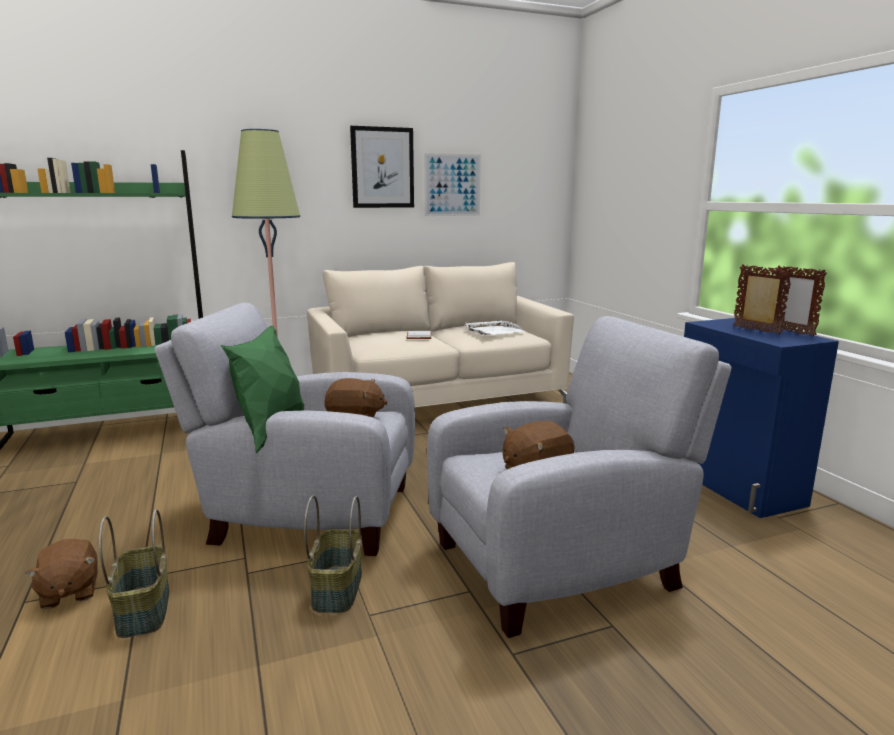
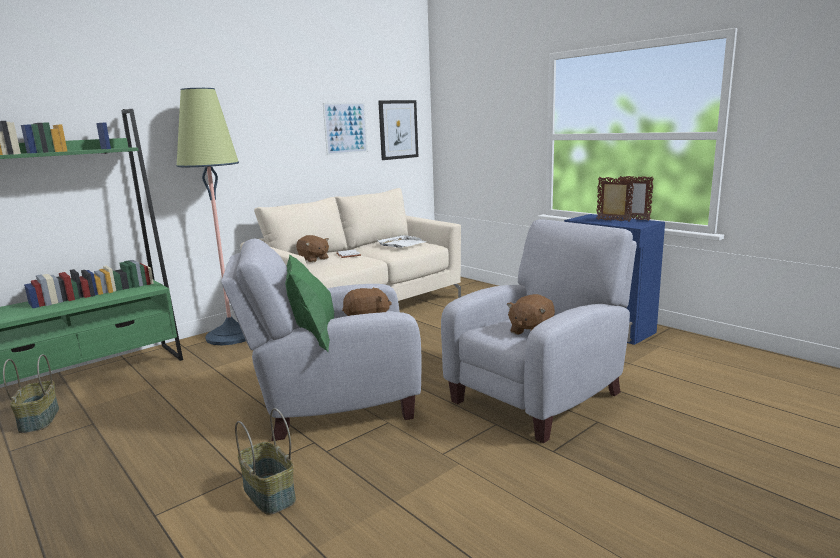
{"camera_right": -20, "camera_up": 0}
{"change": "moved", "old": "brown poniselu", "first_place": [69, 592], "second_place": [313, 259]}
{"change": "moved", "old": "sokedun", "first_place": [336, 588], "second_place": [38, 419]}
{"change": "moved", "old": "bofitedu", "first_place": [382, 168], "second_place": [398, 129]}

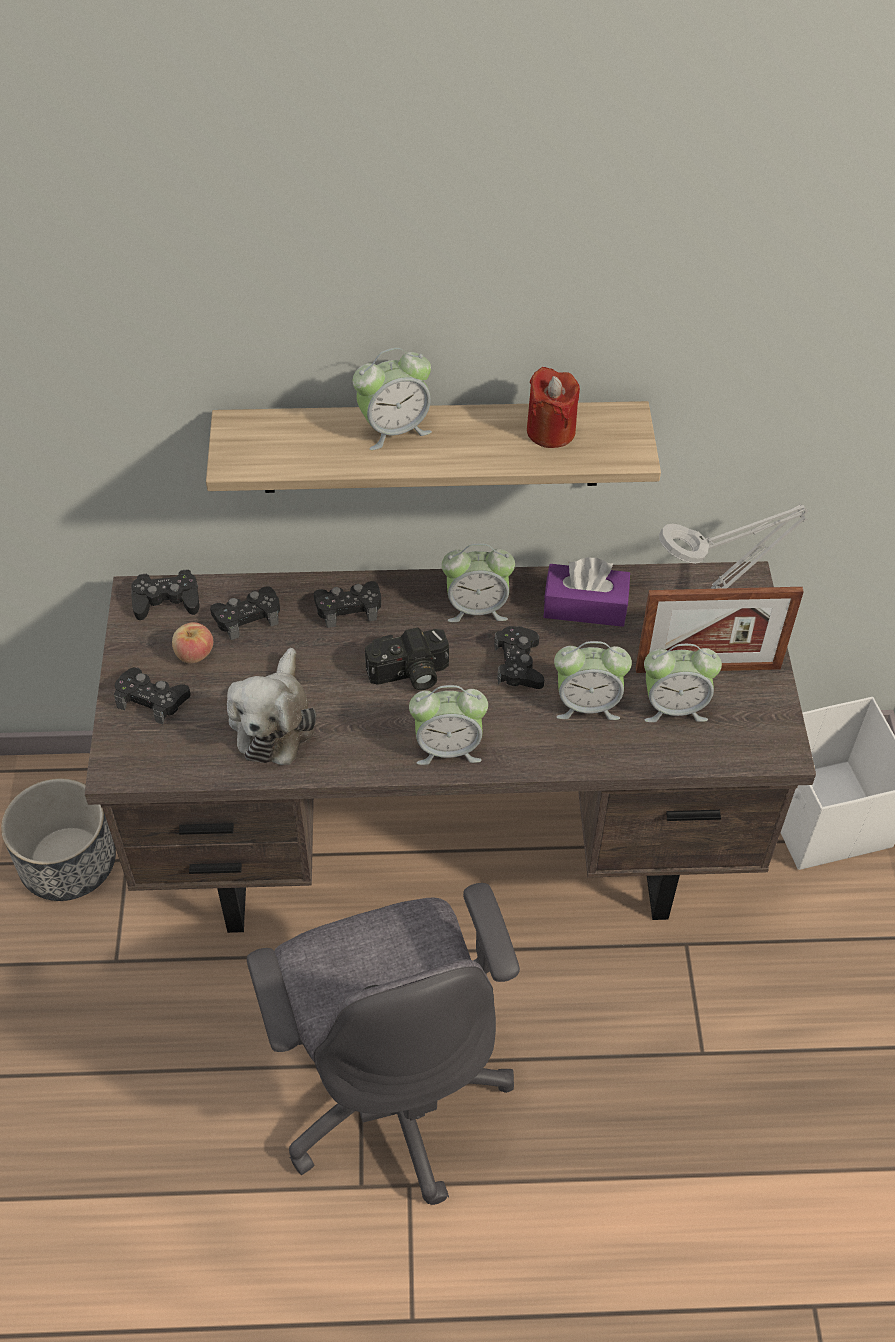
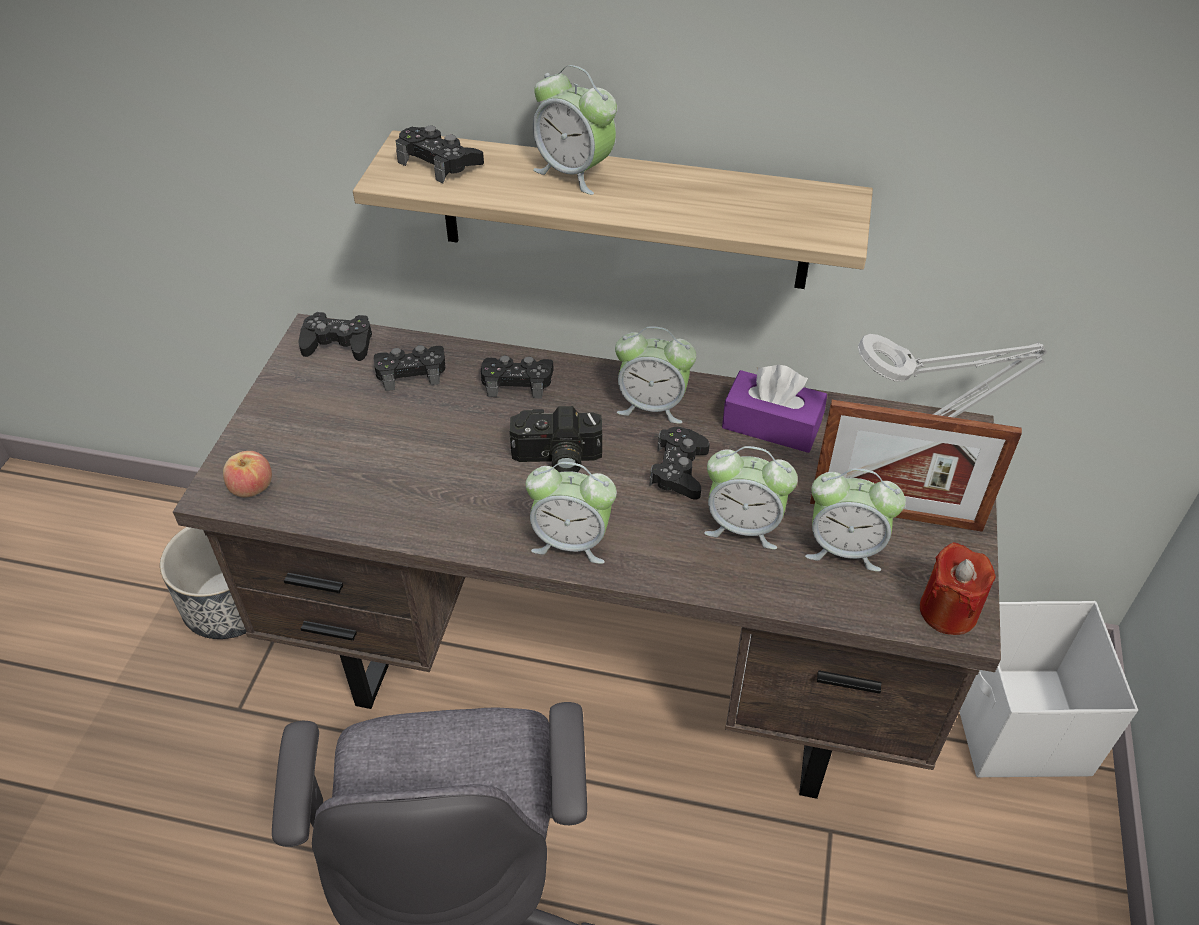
{"camera_right": 15, "camera_up": -5}
{"change": "moved", "old": "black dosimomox", "first_place": [152, 699], "second_place": [439, 162]}
{"change": "moved", "old": "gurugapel", "first_place": [194, 654], "second_place": [252, 488]}
{"change": "removed", "old": "poniselu", "first_place": [274, 722]}
{"change": "turned", "old": "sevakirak", "first_place": [394, 429], "second_place": [574, 173], "degrees": 45}
{"change": "moved", "old": "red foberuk", "first_place": [551, 431], "second_place": [948, 611]}

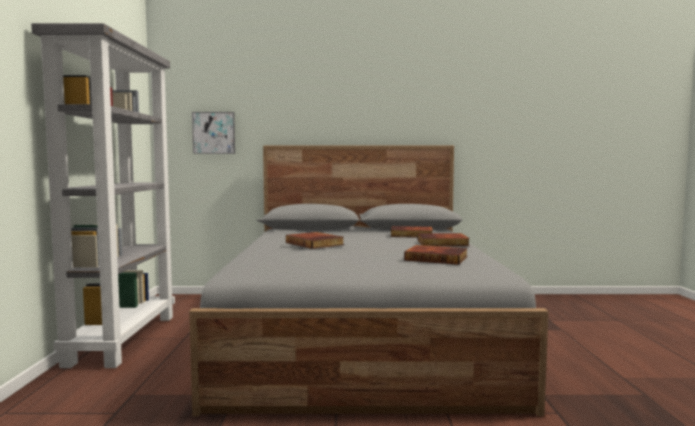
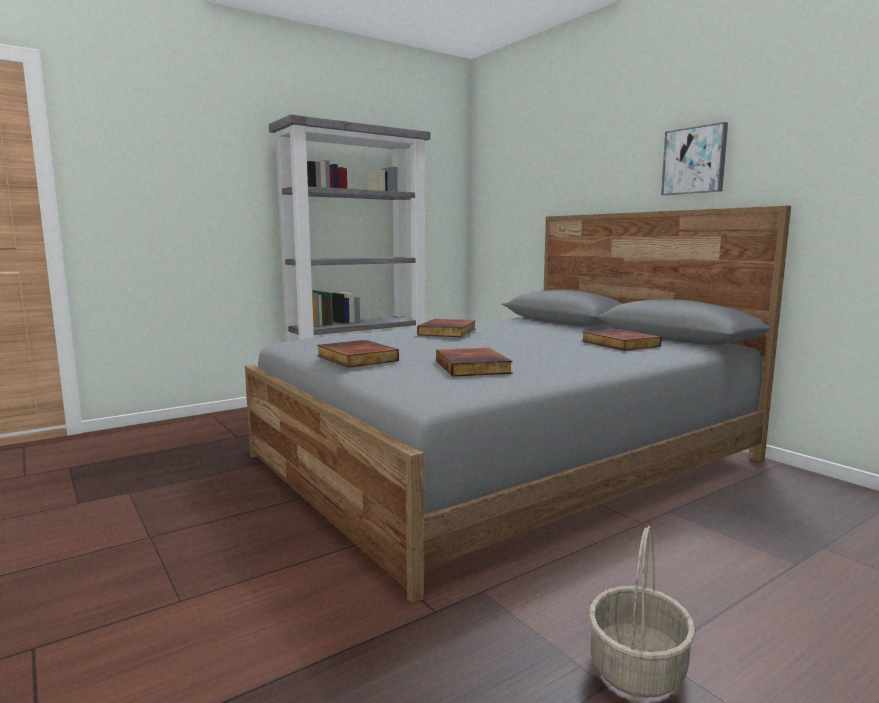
{"camera_right": 55, "camera_up": 5}
{"change": "moved", "old": "bofitedu", "first_place": [214, 133], "second_place": [694, 160]}
{"change": "moved", "old": "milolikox", "first_place": [442, 243], "second_place": [355, 358]}
{"change": "added", "new": "sokedun", "second_place": [638, 669]}

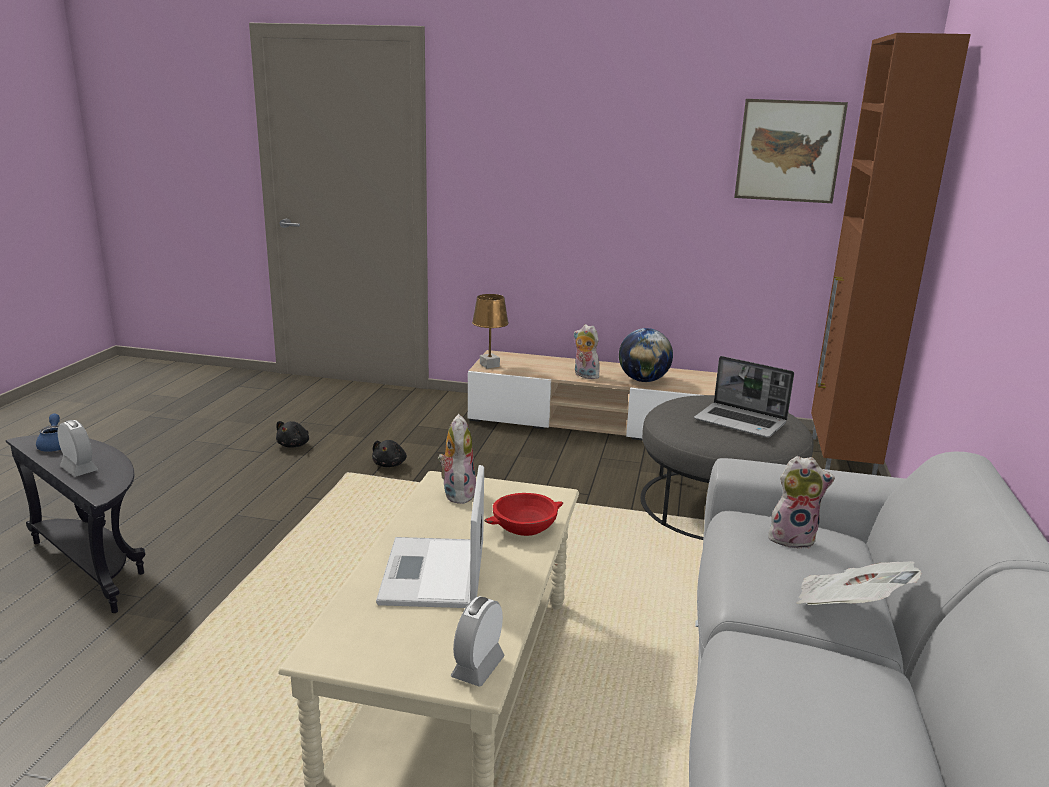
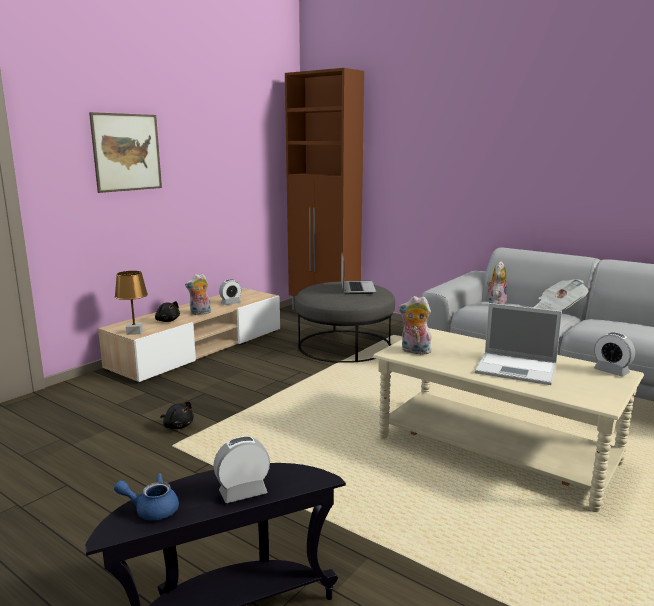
{"camera_right": -65, "camera_up": -5}
{"change": "moved", "old": "black poniselu", "first_place": [294, 445], "second_place": [167, 321]}
{"change": "removed", "old": "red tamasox", "first_place": [524, 527]}
{"change": "replaced", "old": "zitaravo", "new": "sevakirak", "first_place": [643, 380], "second_place": [230, 303]}
{"change": "turned", "old": "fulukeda", "first_place": [741, 422], "second_place": [356, 288], "degrees": -60}
{"change": "moved", "old": "bofitedu", "first_place": [789, 151], "second_place": [127, 152]}

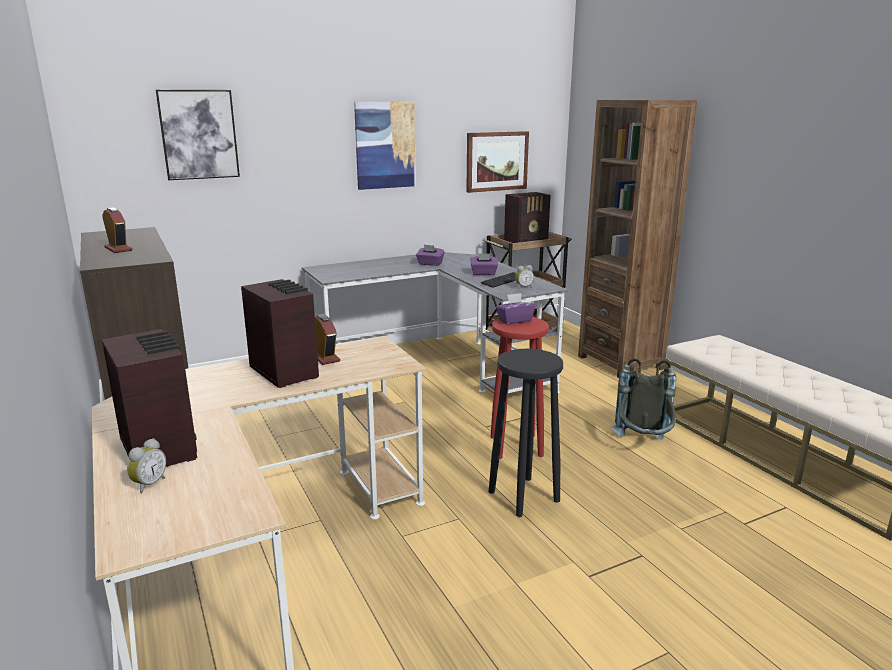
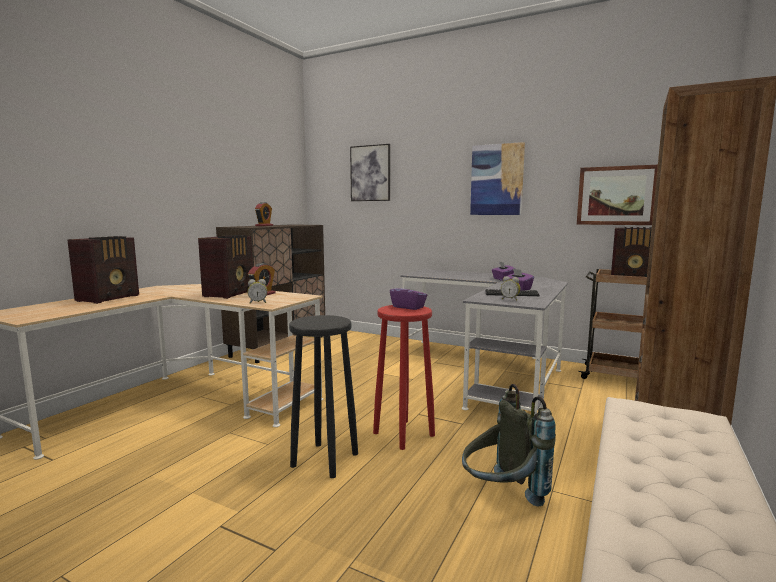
{"camera_right": 55, "camera_up": -10}
{"change": "moved", "old": "sevakirak", "first_place": [148, 484], "second_place": [258, 302]}

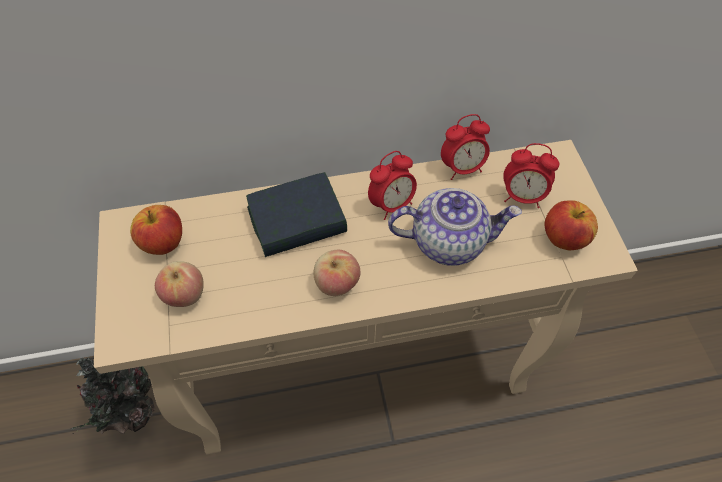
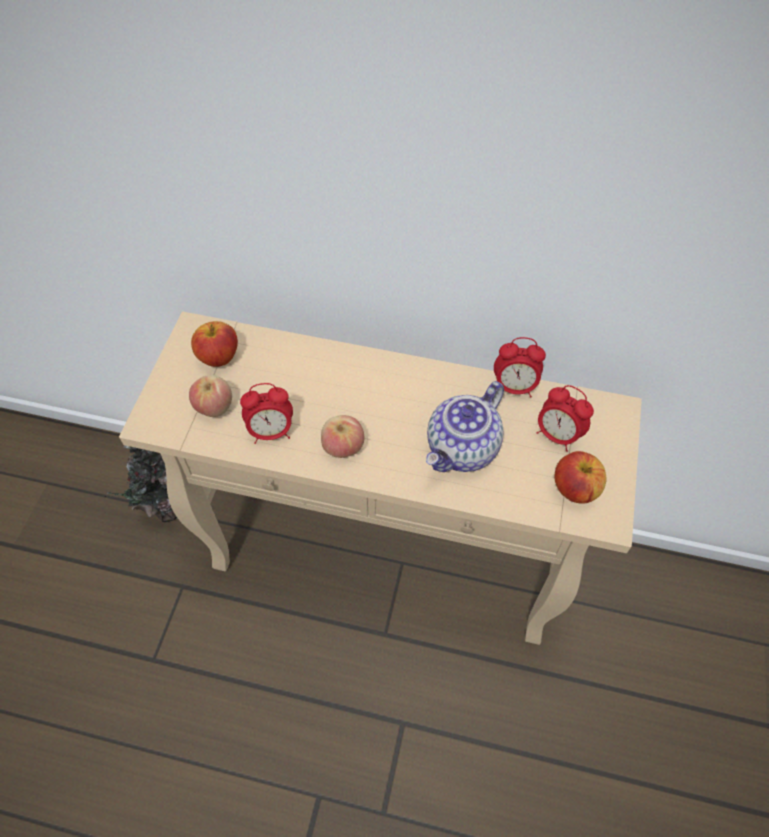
{"camera_right": 25, "camera_up": 0}
{"change": "removed", "old": "milolikox", "first_place": [297, 221]}
{"change": "moved", "old": "sevakirak", "first_place": [391, 205], "second_place": [271, 432]}
{"change": "turned", "old": "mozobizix", "first_place": [449, 241], "second_place": [463, 449], "degrees": 105}

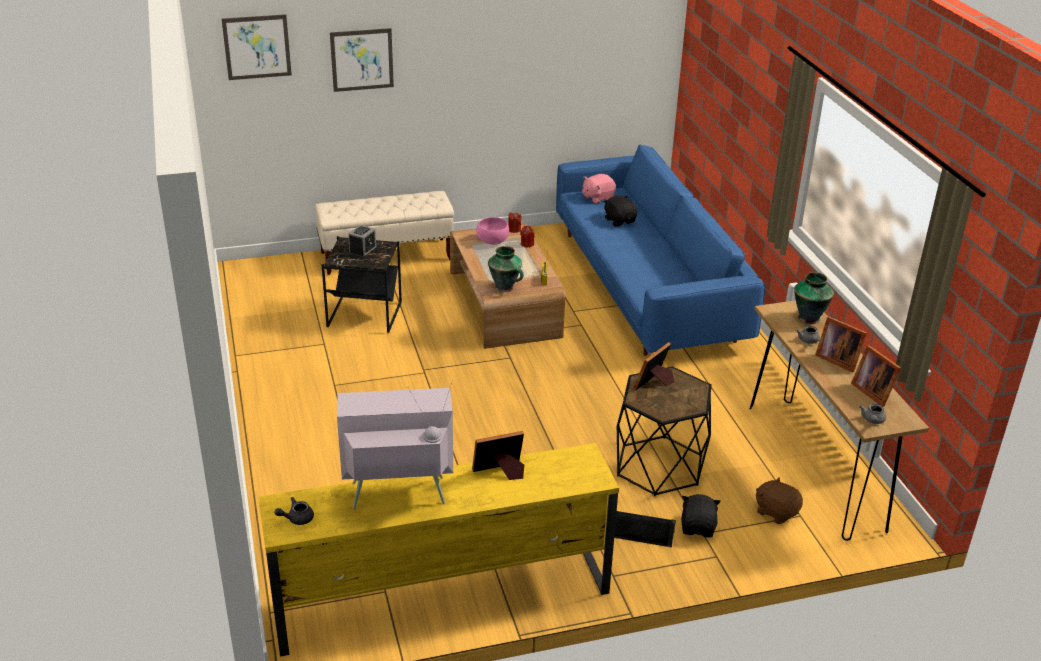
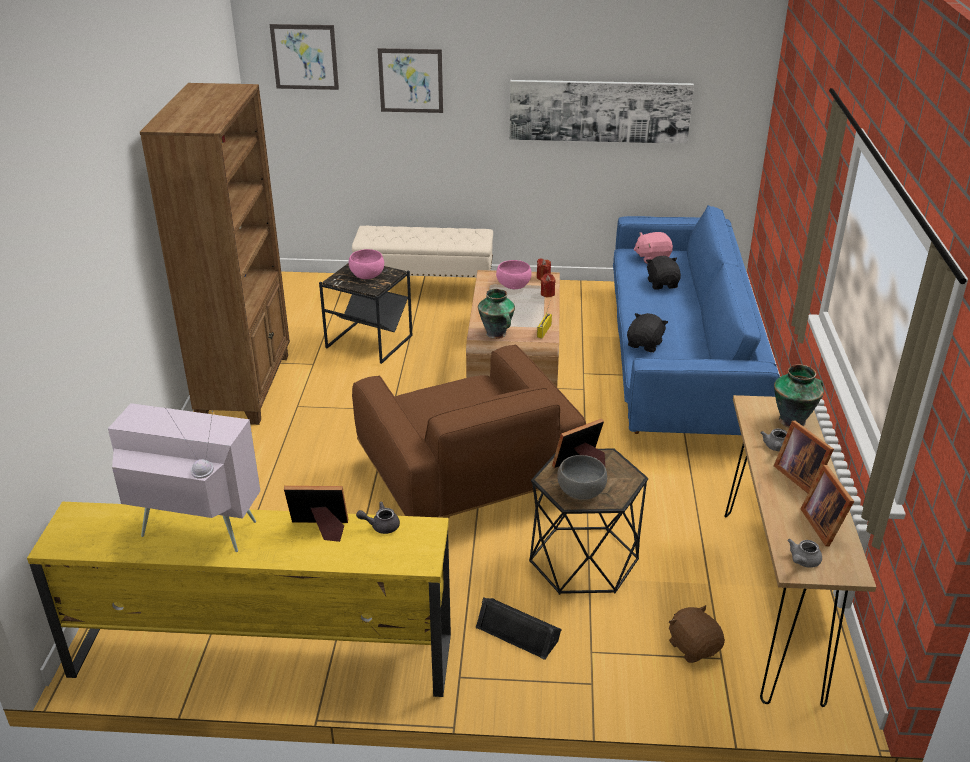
{"camera_right": 20, "camera_up": 0}
{"change": "moved", "old": "grey mozobizix", "first_place": [296, 518], "second_place": [381, 526]}
{"change": "replaced", "old": "sevakirak", "new": "pink tamasox", "first_place": [363, 251], "second_place": [367, 275]}
{"change": "moved", "old": "black poniselu", "first_place": [698, 527], "second_place": [645, 344]}
{"change": "added", "new": "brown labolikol", "second_place": [246, 387]}
{"change": "added", "new": "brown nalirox", "second_place": [467, 480]}
{"change": "added", "new": "bofitedu", "second_place": [599, 111]}
{"change": "added", "new": "grey tamasox", "second_place": [581, 491]}

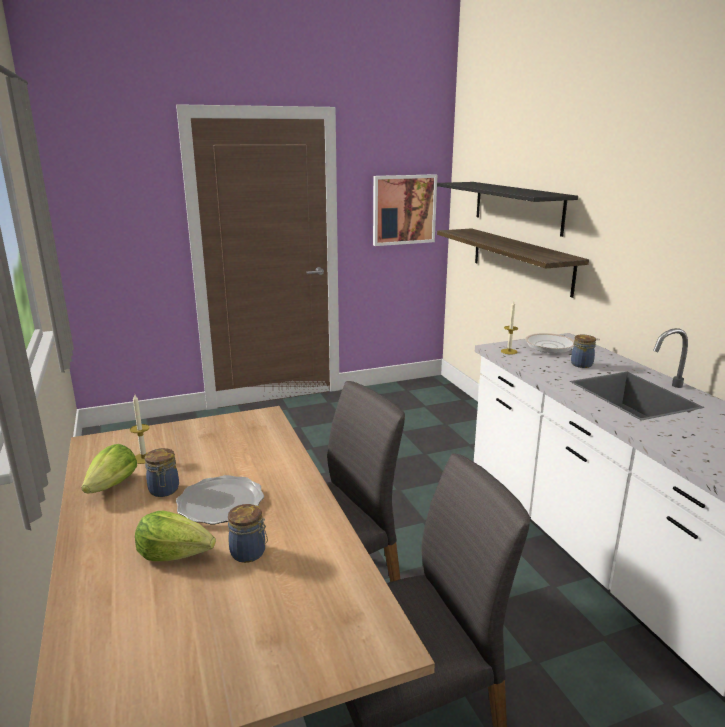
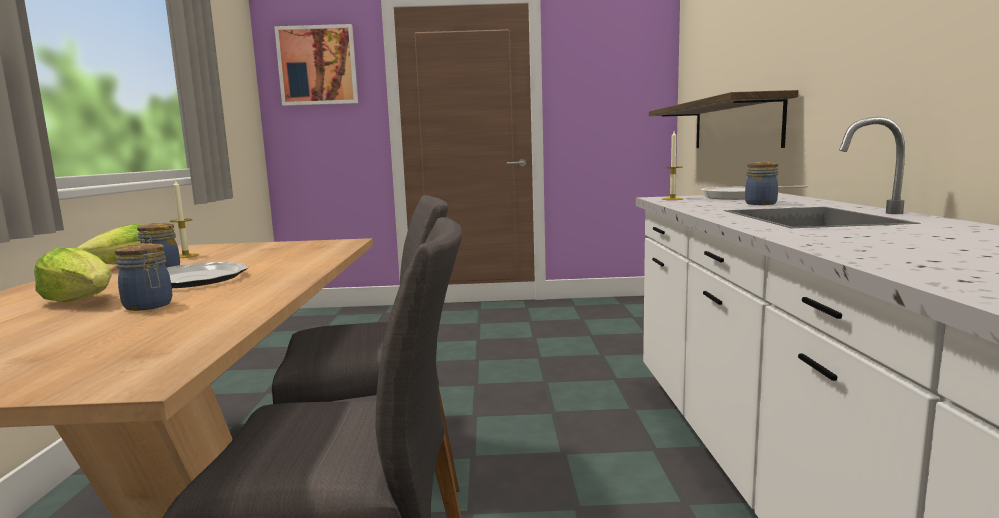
{"camera_right": 20, "camera_up": -10}
{"change": "moved", "old": "bofitedu", "first_place": [404, 209], "second_place": [317, 65]}
{"change": "removed", "old": "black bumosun", "first_place": [517, 207]}

